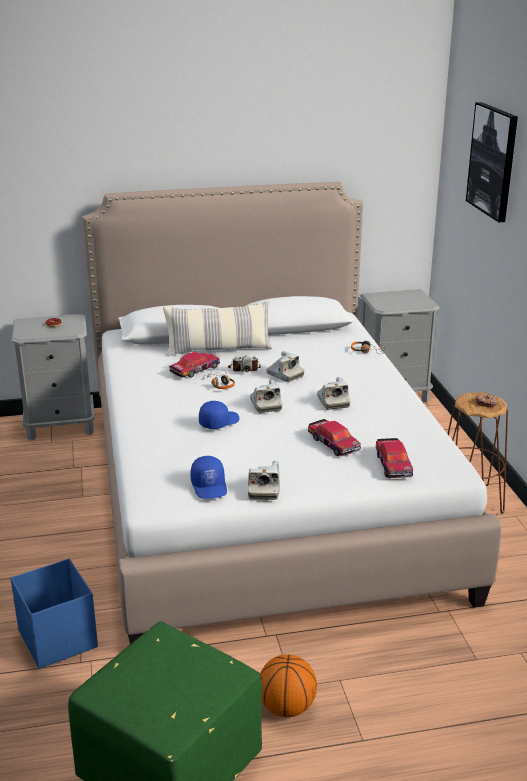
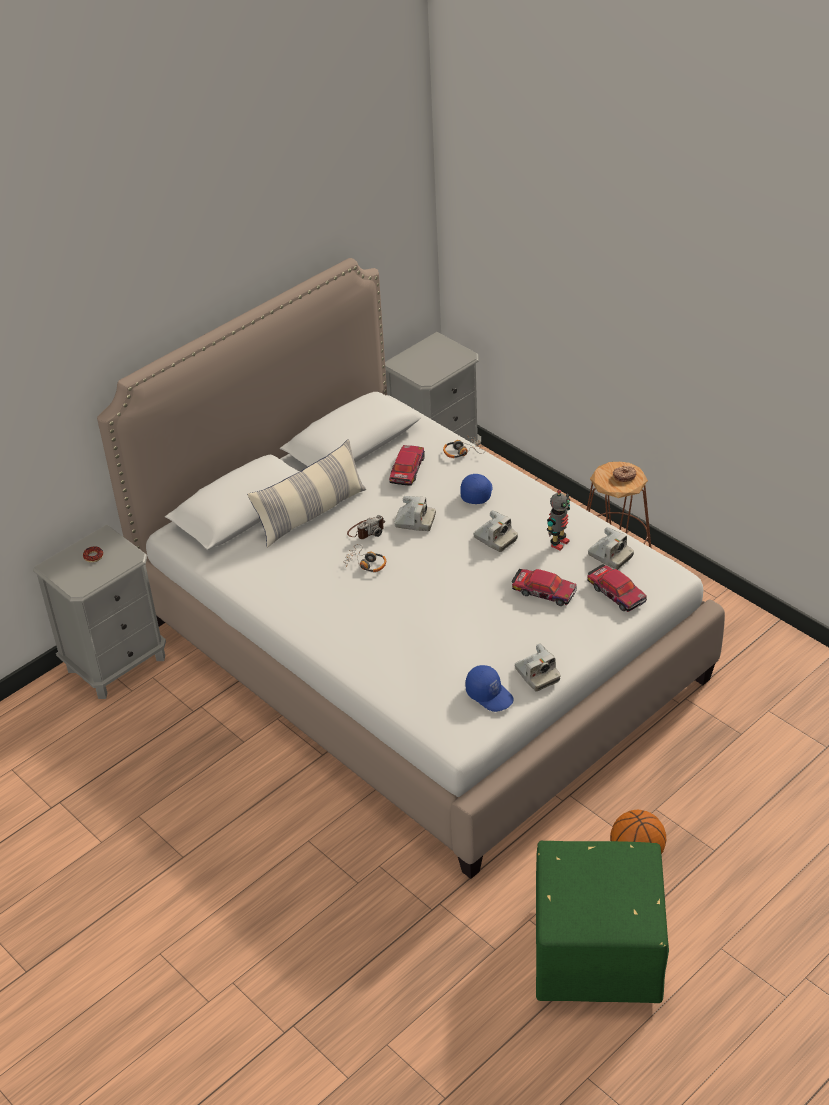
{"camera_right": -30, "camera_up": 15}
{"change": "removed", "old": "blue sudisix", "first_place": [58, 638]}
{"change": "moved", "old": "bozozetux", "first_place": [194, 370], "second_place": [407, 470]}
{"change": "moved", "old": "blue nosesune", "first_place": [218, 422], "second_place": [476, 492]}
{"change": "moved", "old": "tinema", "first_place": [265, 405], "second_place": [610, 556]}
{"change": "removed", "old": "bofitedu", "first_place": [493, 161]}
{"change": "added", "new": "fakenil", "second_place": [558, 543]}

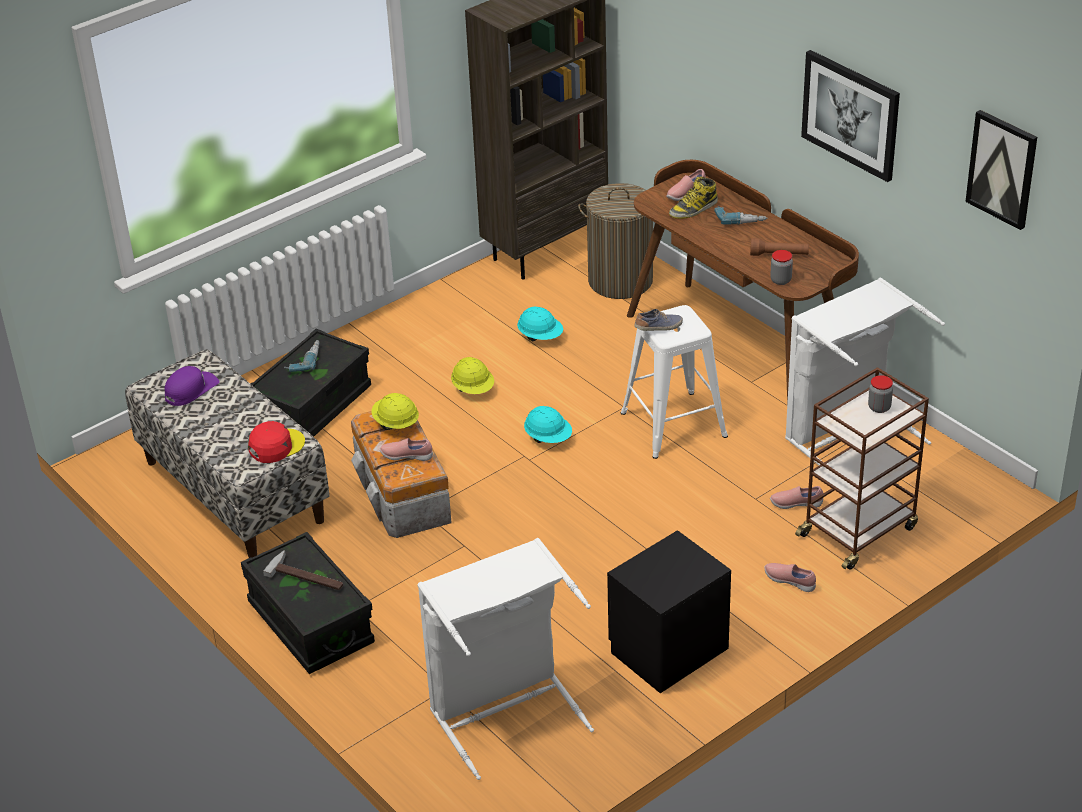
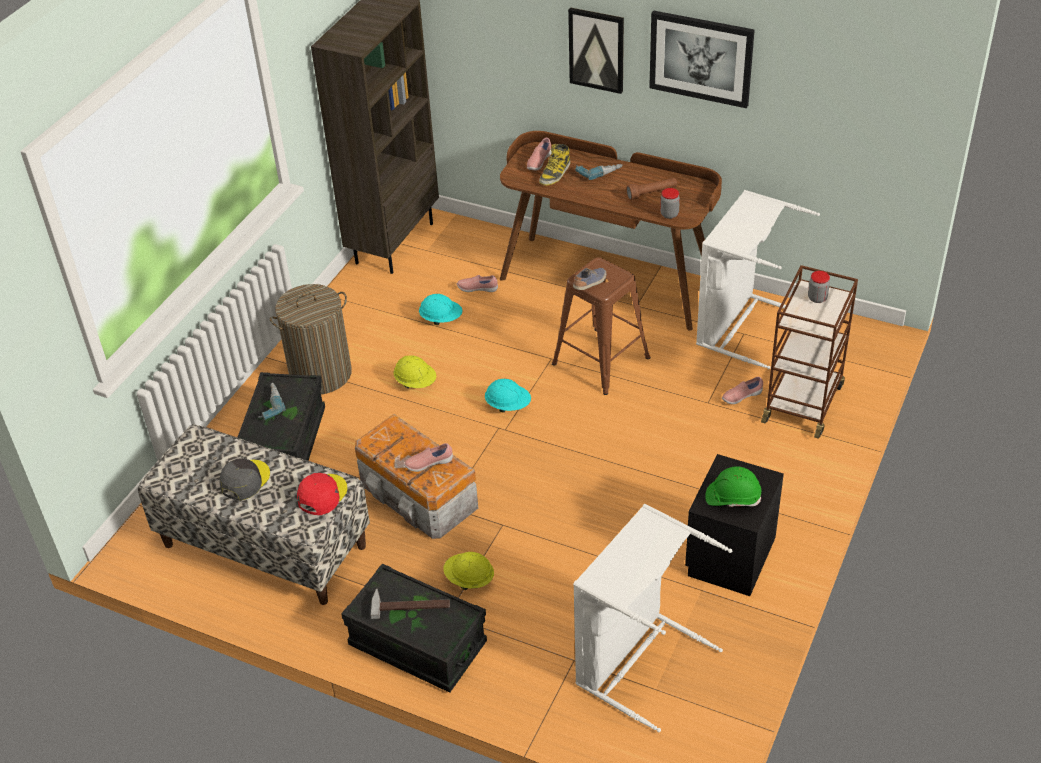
{"camera_right": -25, "camera_up": 5}
{"change": "removed", "old": "purple nosesune", "first_place": [191, 389]}
{"change": "moved", "old": "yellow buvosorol", "first_place": [395, 424], "second_place": [469, 579]}
{"change": "moved", "old": "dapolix", "first_place": [620, 281], "second_place": [321, 374]}
{"change": "recoloured", "old": "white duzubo", "new": "brown duzubo", "first_place": [672, 424], "second_place": [599, 360]}
{"change": "moved", "old": "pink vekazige", "first_place": [790, 581], "second_place": [477, 289]}
{"change": "moved", "old": "bofitedu", "first_place": [1002, 169], "second_place": [597, 49]}
{"change": "added", "new": "grey nosesune", "second_place": [245, 480]}
{"change": "added", "new": "green buvosorol", "second_place": [732, 497]}

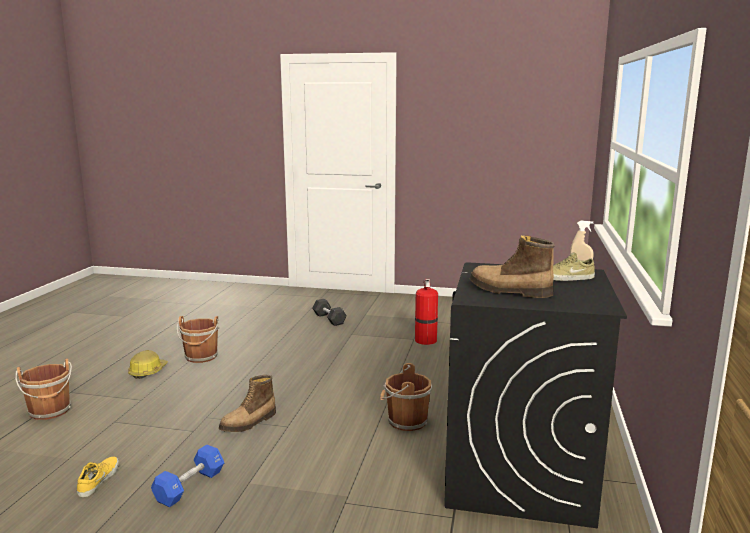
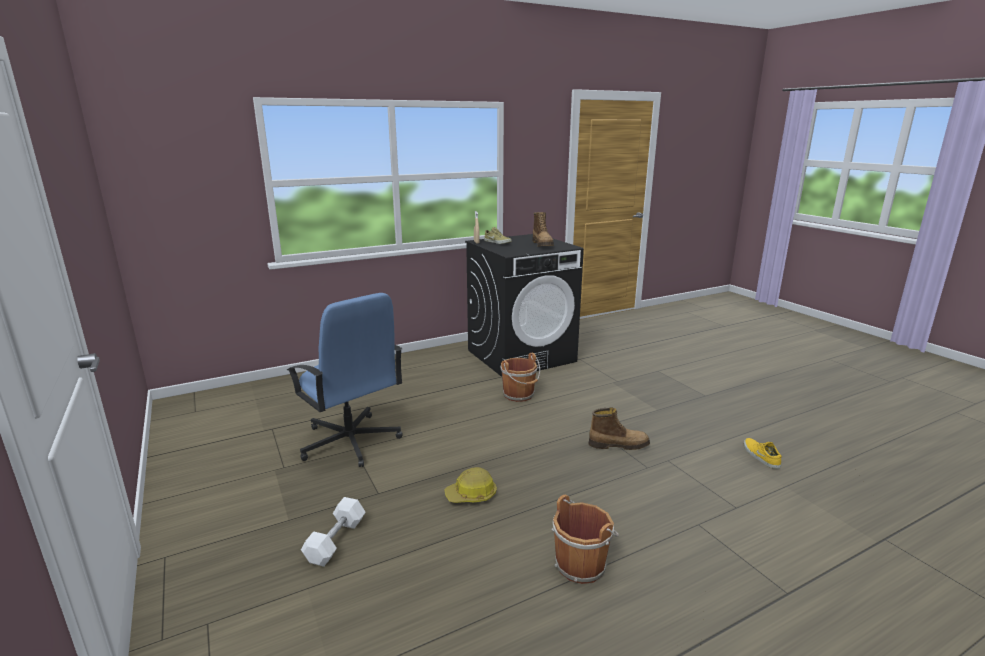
{"camera_right": -130, "camera_up": 5}
{"change": "removed", "old": "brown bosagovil", "first_place": [50, 411]}
{"change": "turned", "old": "yellow vekazige", "first_place": [98, 480], "second_place": [760, 456], "degrees": 105}
{"change": "moved", "old": "buvosorol", "first_place": [148, 371], "second_place": [471, 495]}
{"change": "removed", "old": "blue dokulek", "first_place": [190, 486]}
{"change": "recoloured", "old": "black dokulek", "new": "white dokulek", "first_place": [329, 319], "second_place": [336, 541]}
{"change": "replaced", "old": "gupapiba", "new": "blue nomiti", "first_place": [425, 340], "second_place": [350, 442]}

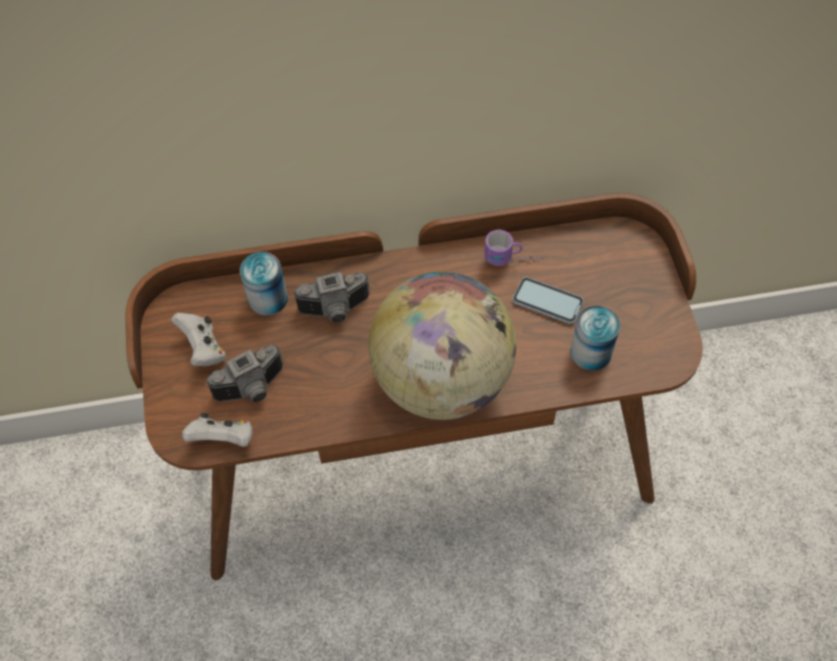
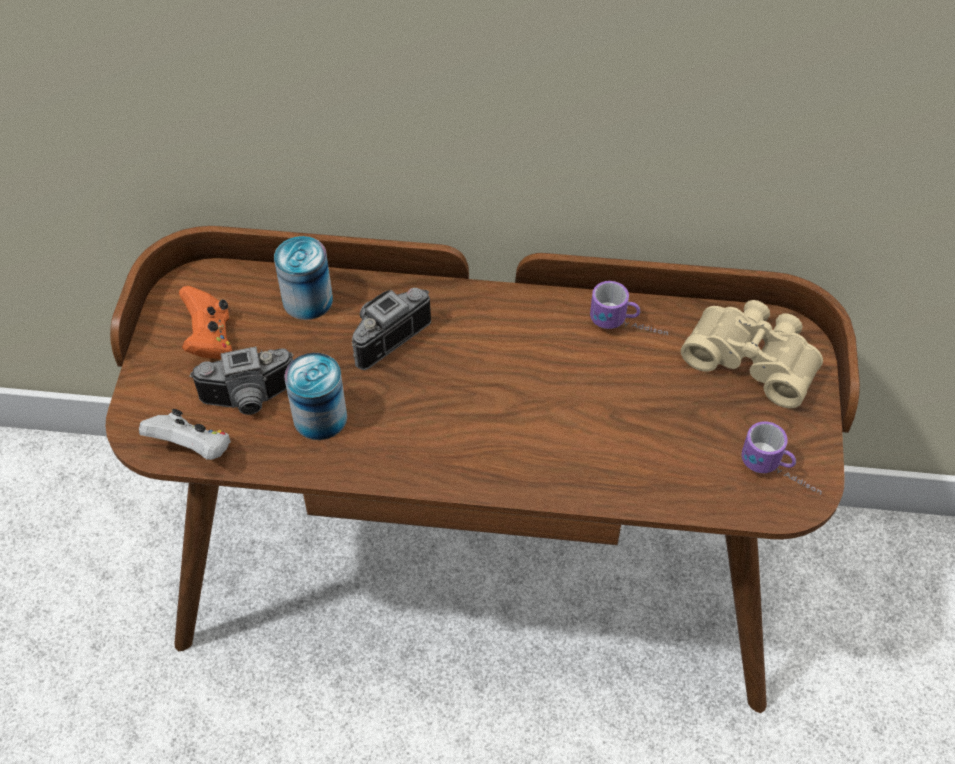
{"camera_right": 15, "camera_up": -5}
{"change": "recoloured", "old": "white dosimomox", "new": "orange dosimomox", "first_place": [203, 349], "second_place": [210, 339]}
{"change": "turned", "old": "tinema", "first_place": [336, 311], "second_place": [383, 334], "degrees": 135}
{"change": "removed", "old": "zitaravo", "first_place": [442, 380]}
{"change": "removed", "old": "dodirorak", "first_place": [547, 302]}
{"change": "moved", "old": "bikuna", "first_place": [590, 352], "second_place": [320, 417]}
{"change": "added", "new": "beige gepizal", "second_place": [753, 358]}
{"change": "added", "new": "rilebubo", "second_place": [779, 475]}

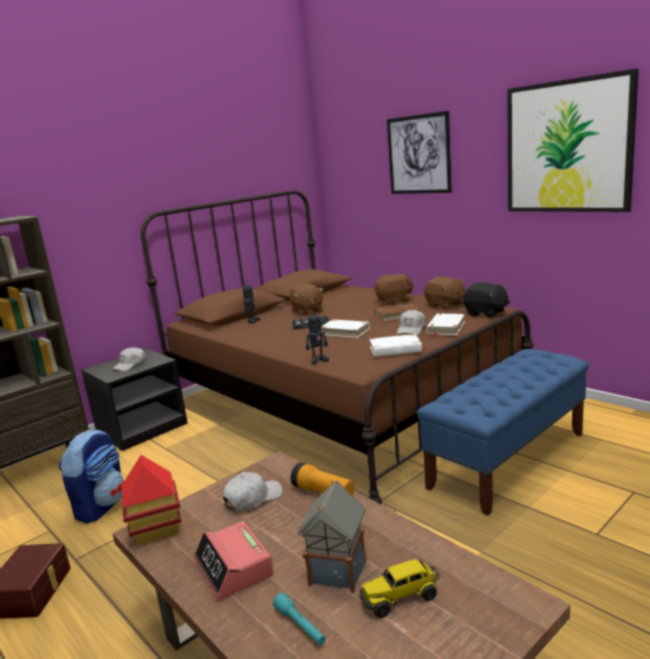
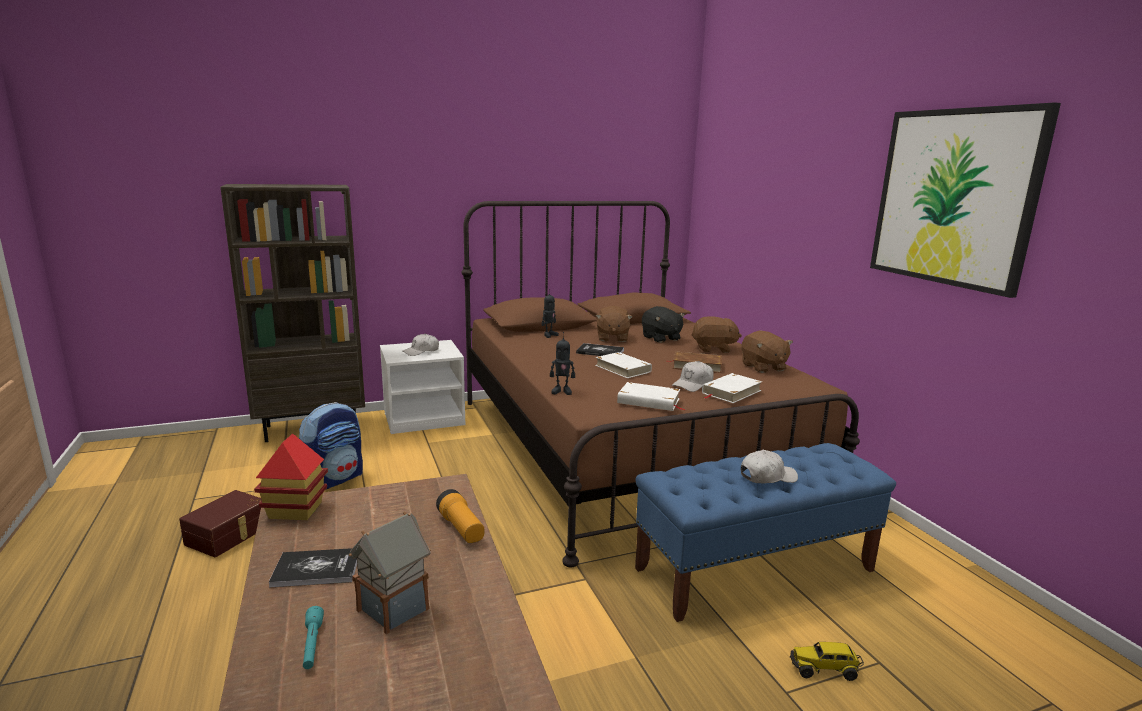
{"camera_right": 20, "camera_up": 0}
{"change": "recoloured", "old": "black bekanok", "new": "white bekanok", "first_place": [142, 428], "second_place": [424, 418]}
{"change": "replaced", "old": "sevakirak", "new": "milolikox", "first_place": [234, 568], "second_place": [316, 569]}
{"change": "moved", "old": "white nosesune", "first_place": [252, 499], "second_place": [767, 477]}
{"change": "moved", "old": "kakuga", "first_place": [400, 598], "second_place": [824, 669]}
{"change": "removed", "old": "bofitedu", "first_place": [418, 154]}
{"change": "moved", "old": "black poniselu", "first_place": [486, 313], "second_place": [661, 338]}

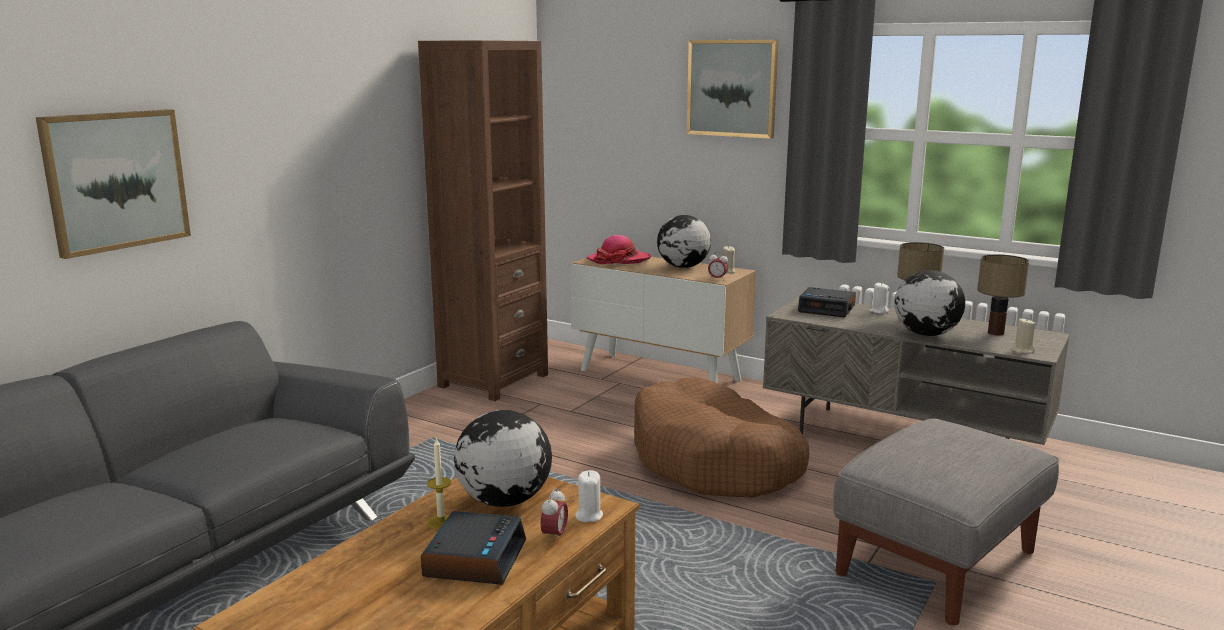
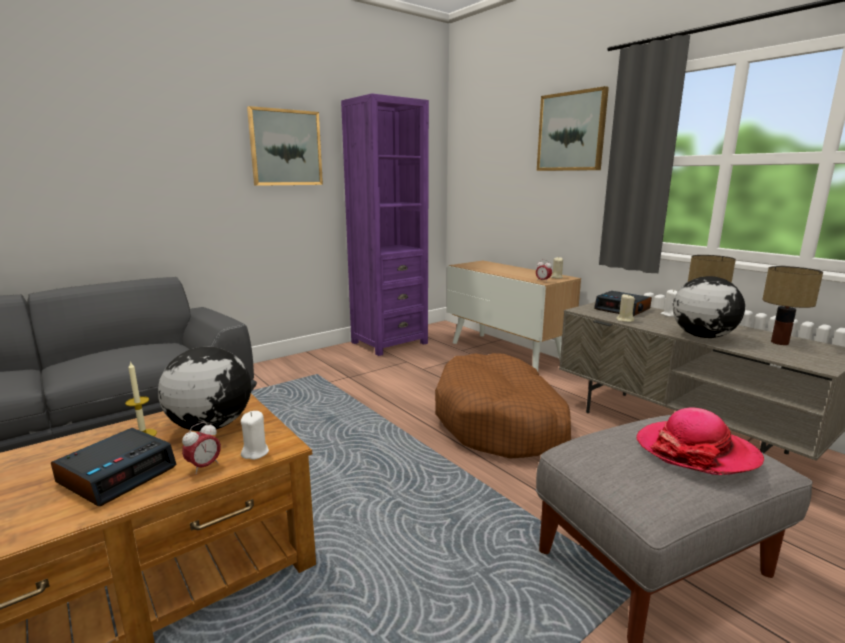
{"camera_right": 20, "camera_up": 0}
{"change": "moved", "old": "bofitedu", "first_place": [116, 180], "second_place": [285, 148]}
{"change": "recoloured", "old": "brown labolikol", "new": "purple labolikol", "first_place": [493, 381], "second_place": [389, 343]}
{"change": "moved", "old": "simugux", "first_place": [619, 260], "second_place": [696, 451]}
{"change": "removed", "old": "zitaravo", "first_place": [682, 267]}
{"change": "moved", "old": "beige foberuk", "first_place": [1022, 351], "second_place": [624, 320]}

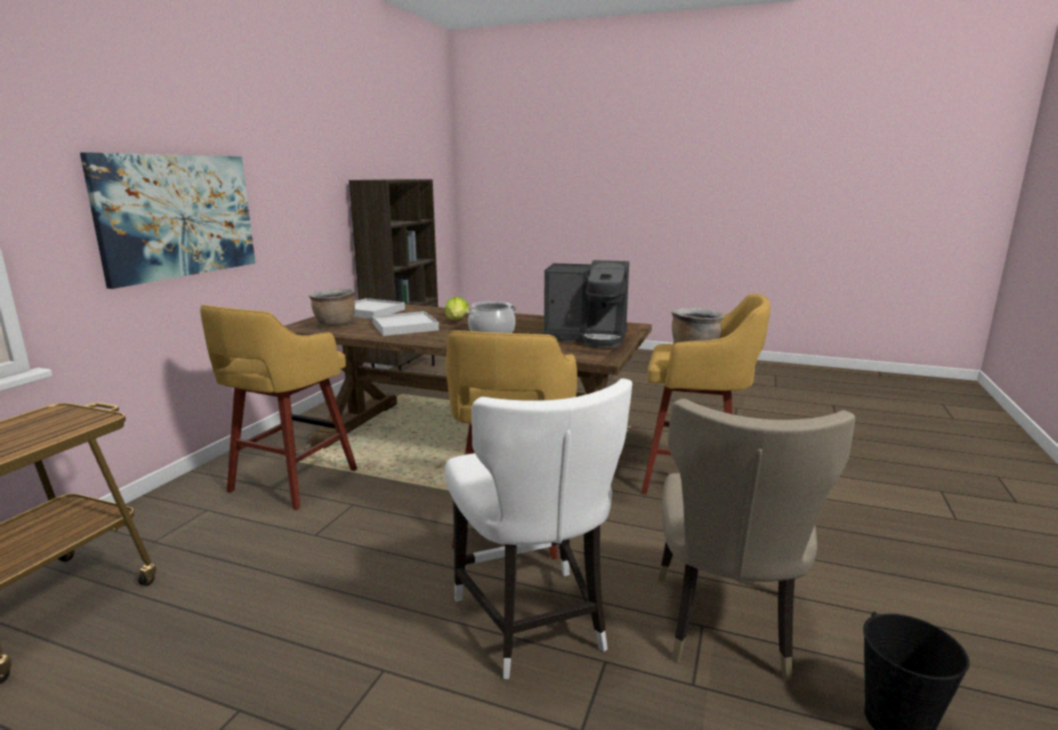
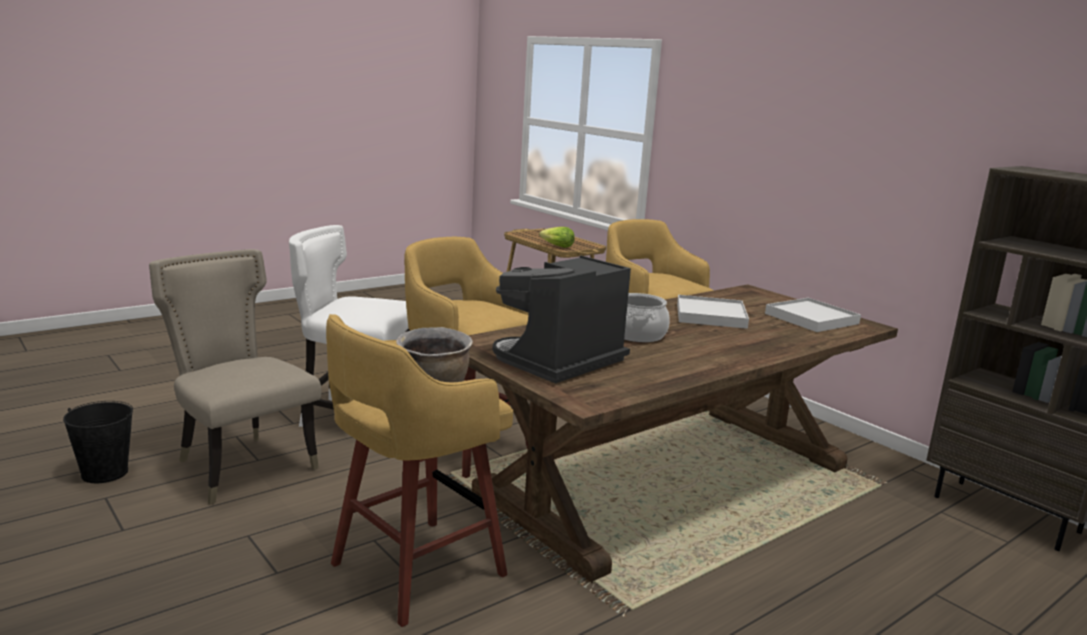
{"camera_right": 120, "camera_up": 0}
{"change": "removed", "old": "bofitedu", "first_place": [178, 216]}
{"change": "removed", "old": "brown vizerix", "first_place": [335, 324]}
{"change": "moved", "old": "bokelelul", "first_place": [457, 320], "second_place": [557, 246]}

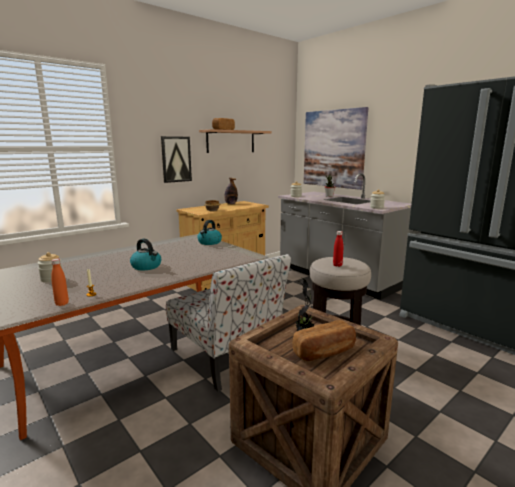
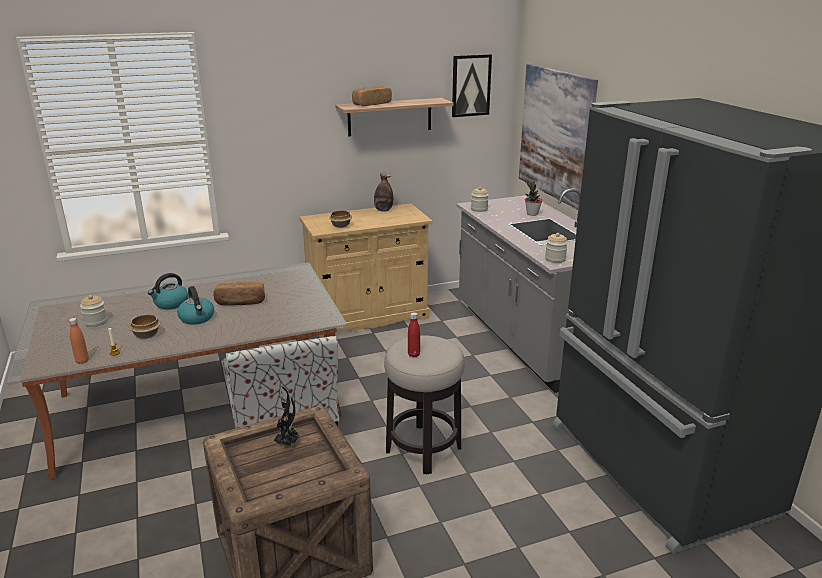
{"camera_right": 20, "camera_up": 10}
{"change": "moved", "old": "bofitedu", "first_place": [176, 159], "second_place": [470, 85]}
{"change": "moved", "old": "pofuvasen", "first_place": [209, 242], "second_place": [171, 304]}
{"change": "moved", "old": "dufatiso", "first_place": [325, 352], "second_place": [240, 302]}
{"change": "added", "new": "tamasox", "second_place": [146, 334]}

